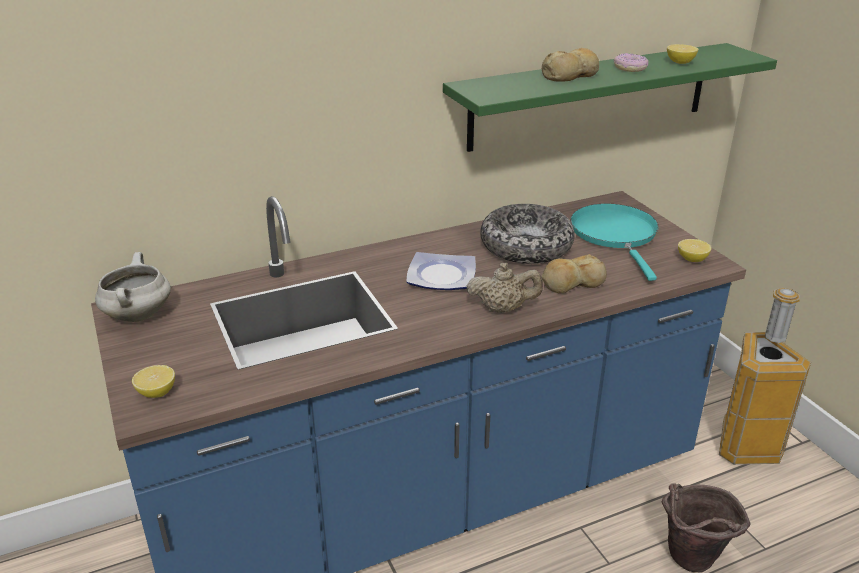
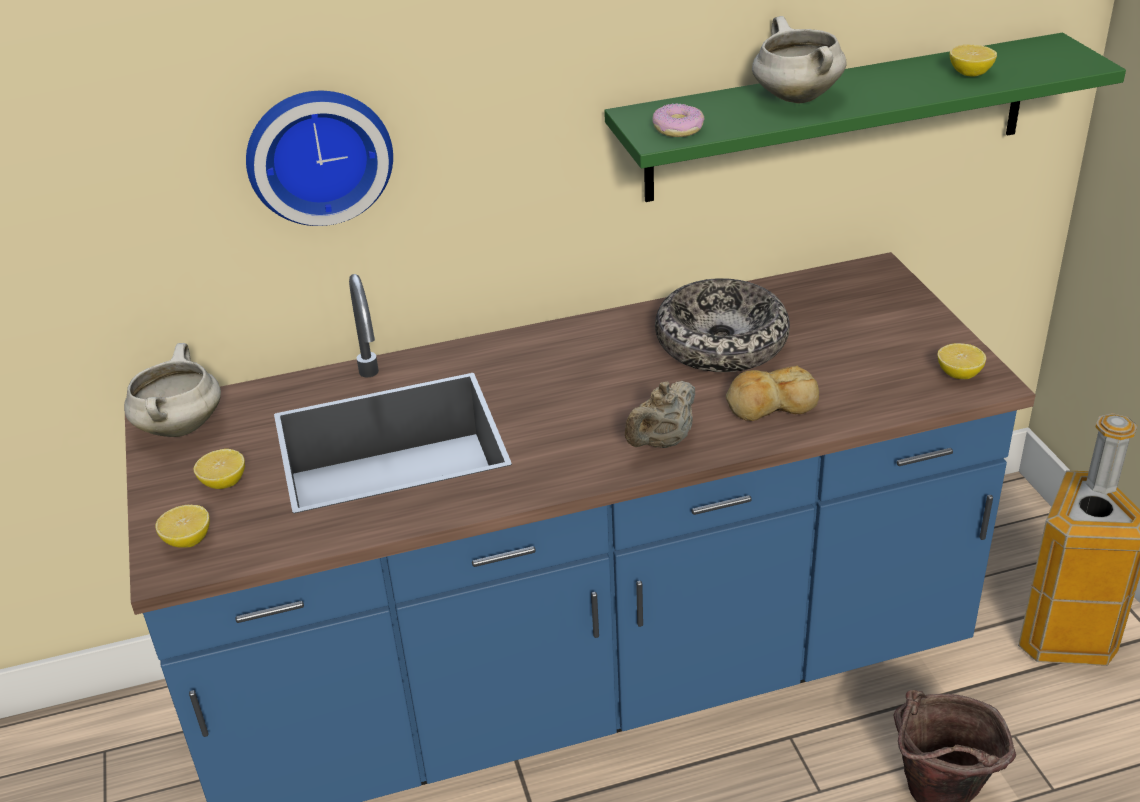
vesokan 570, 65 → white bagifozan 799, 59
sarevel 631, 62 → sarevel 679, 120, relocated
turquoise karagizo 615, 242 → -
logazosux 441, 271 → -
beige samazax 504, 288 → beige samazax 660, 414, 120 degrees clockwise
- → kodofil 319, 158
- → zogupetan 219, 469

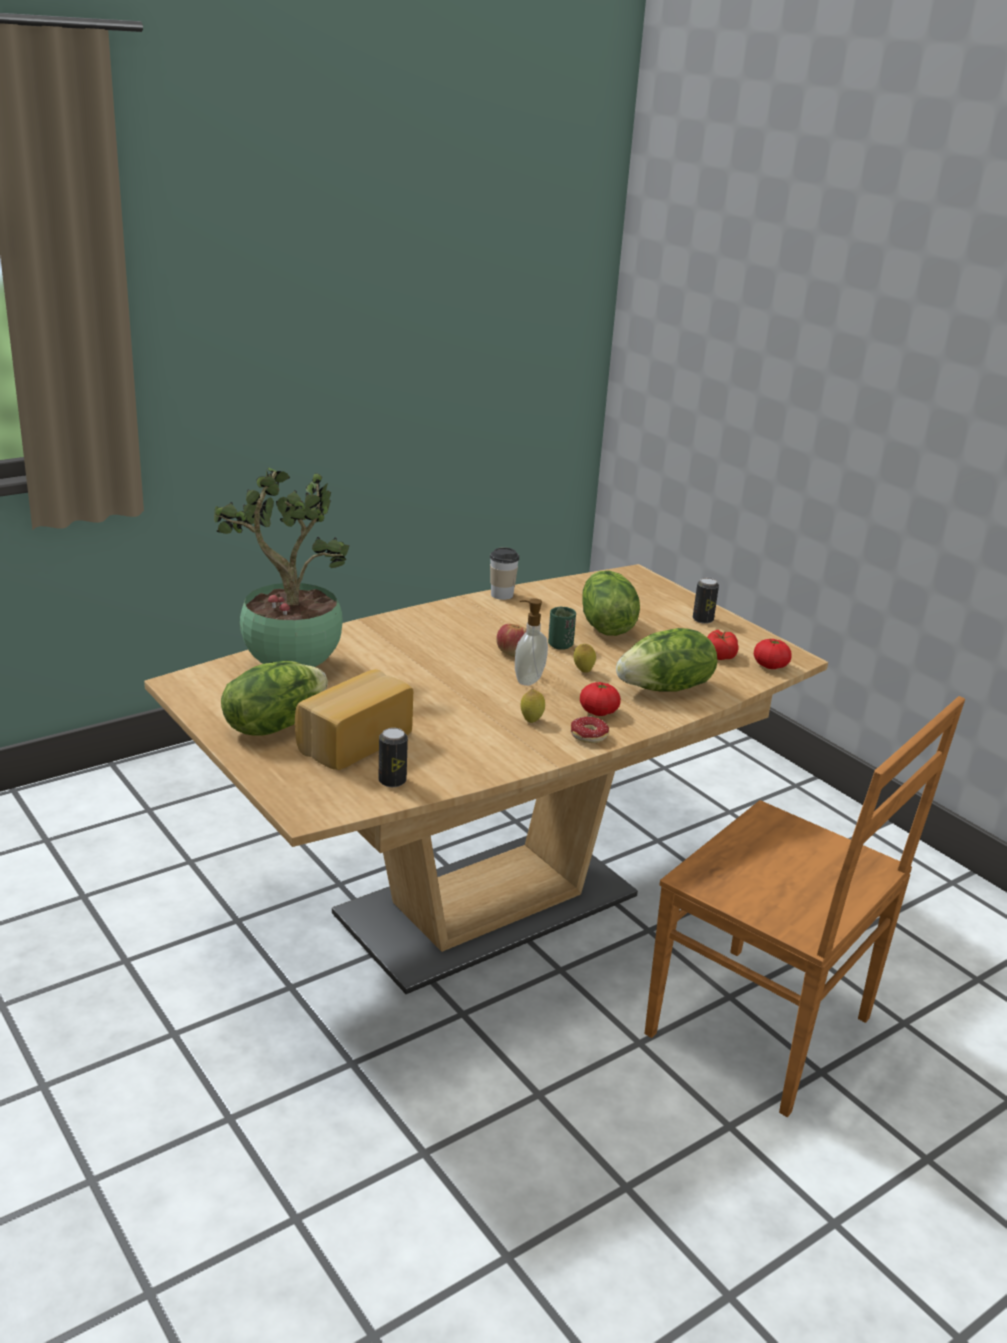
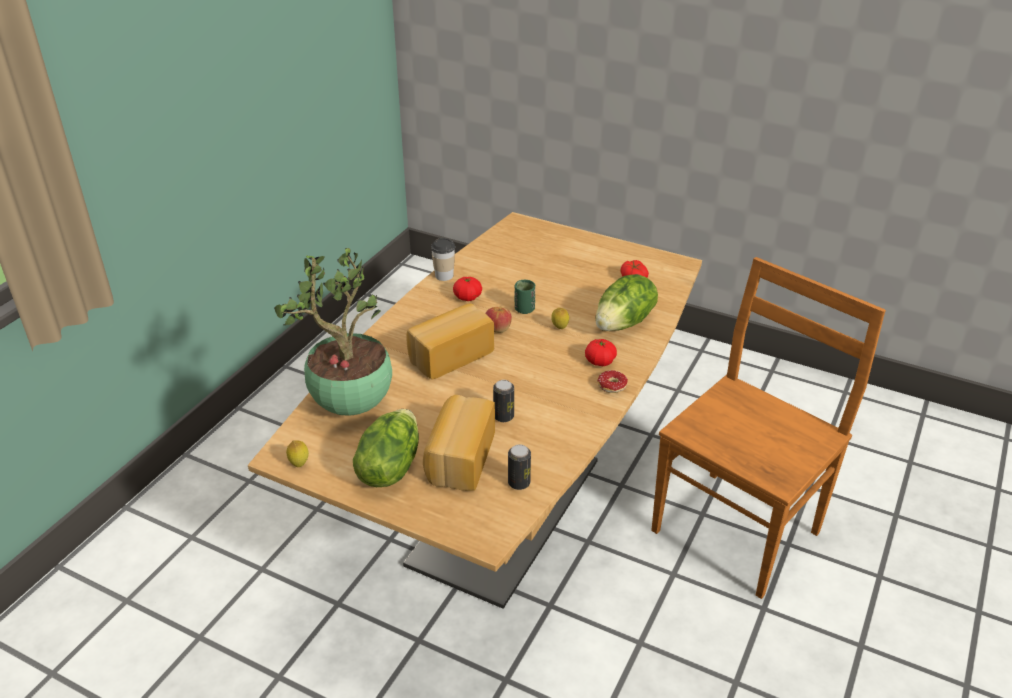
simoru 611, 603 → -
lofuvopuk 706, 601 → lofuvopuk 503, 401, relocated
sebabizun 531, 642 → -
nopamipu 773, 654 → nopamipu 467, 289, relocated
zogupetan 533, 706 → zogupetan 297, 453, relocated
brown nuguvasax 804, 906 → brown nuguvasax 768, 428, 60 degrees counterclockwise
- → vesokan 450, 341

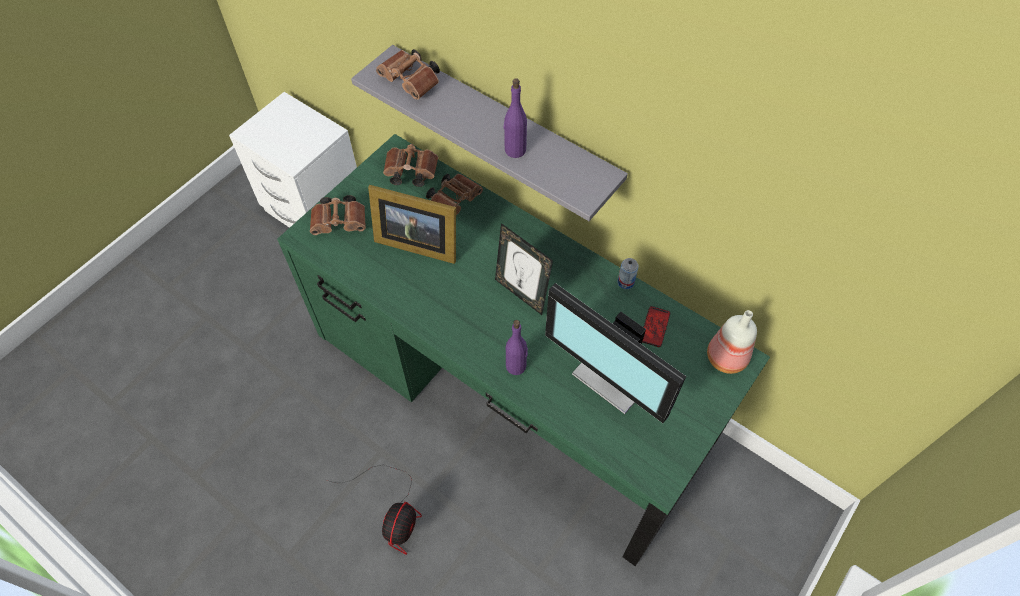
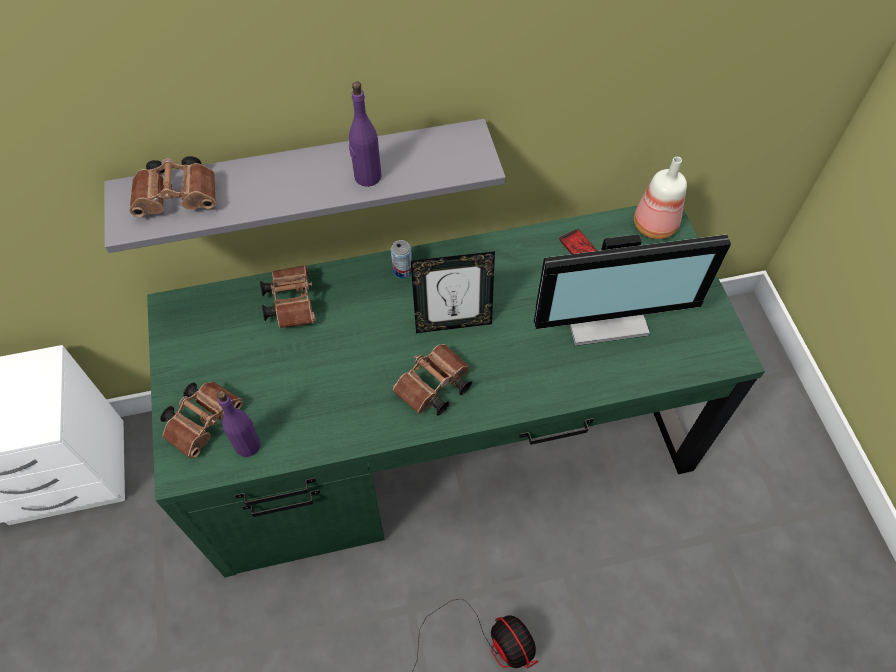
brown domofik 410, 165 → brown domofik 432, 379, relocated
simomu 412, 224 → -
lofuvopuk 628, 273 → lofuvopuk 401, 259, relocated
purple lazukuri 517, 347 → purple lazukuri 239, 424, relocated

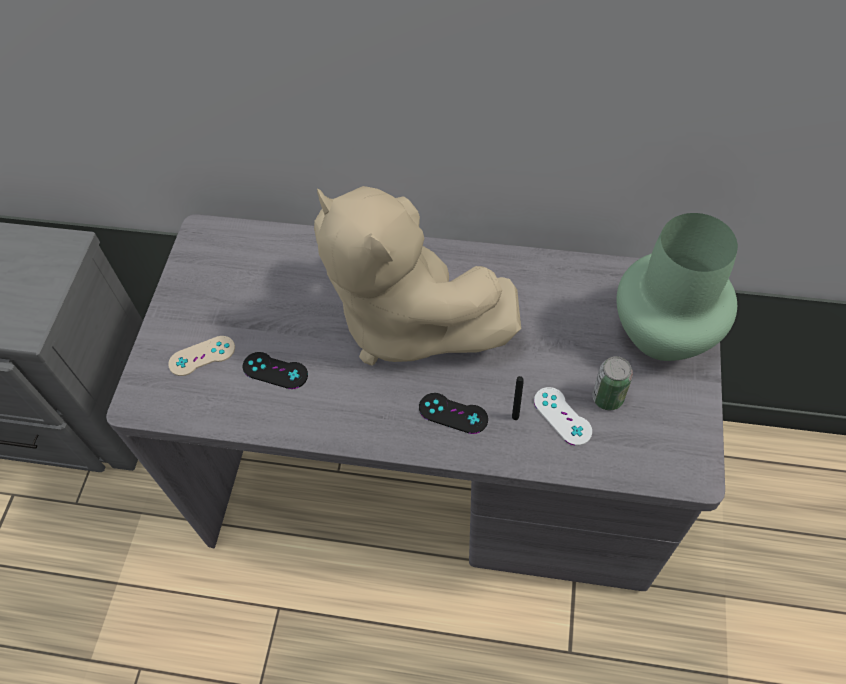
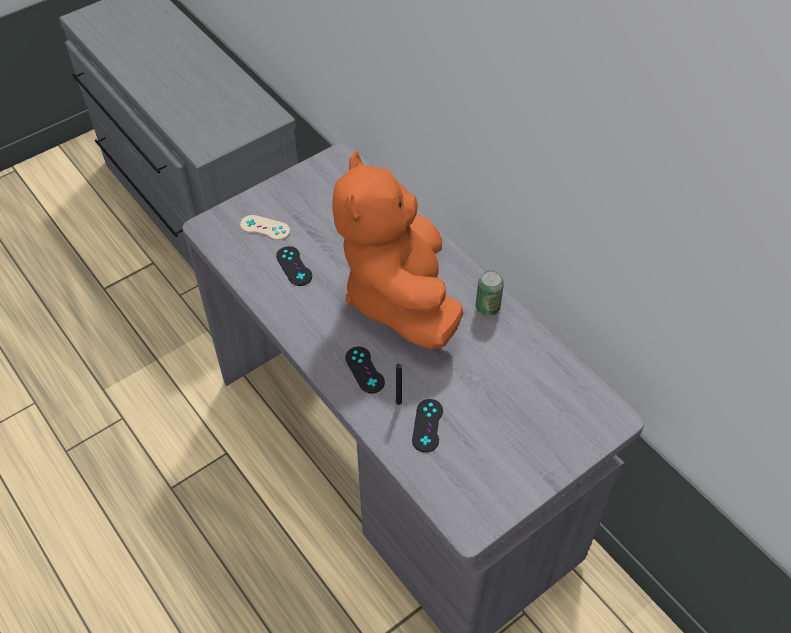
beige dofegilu 417, 276 → orange dofegilu 398, 250
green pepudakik 677, 287 → -
lofuvopuk 612, 383 → lofuvopuk 490, 293, relocated
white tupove 563, 416 → black tupove 427, 426

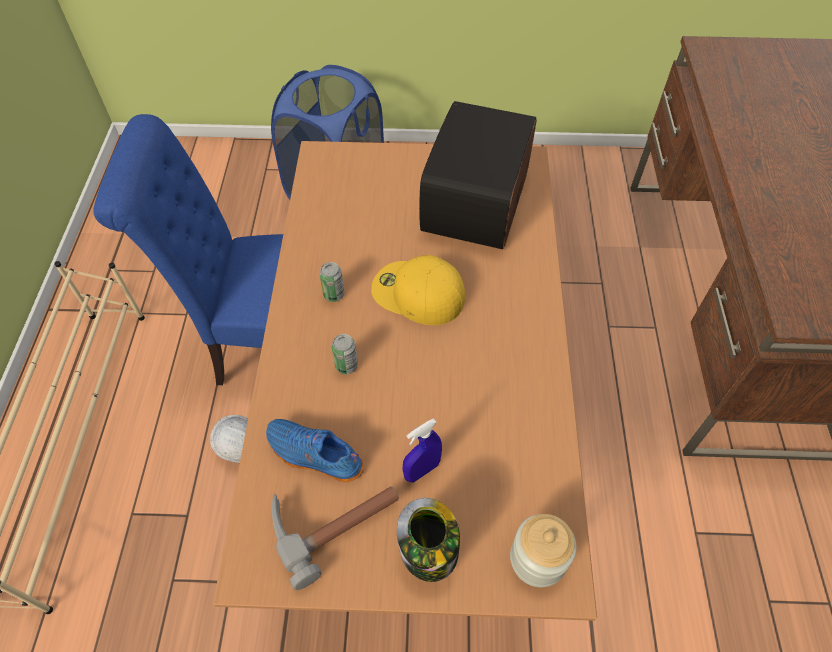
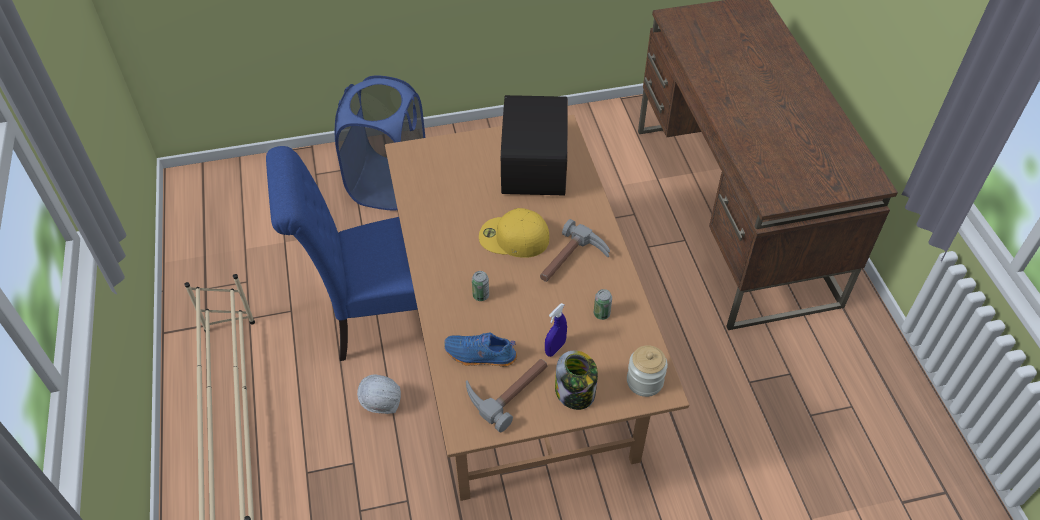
lofuvopuk 332, 282 → lofuvopuk 603, 304, relocated
- → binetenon 575, 250

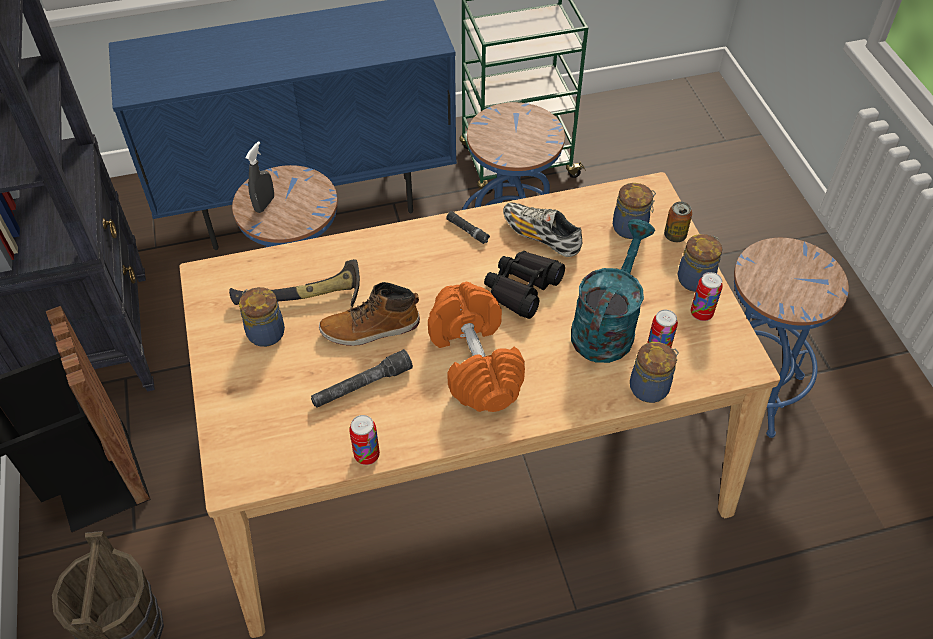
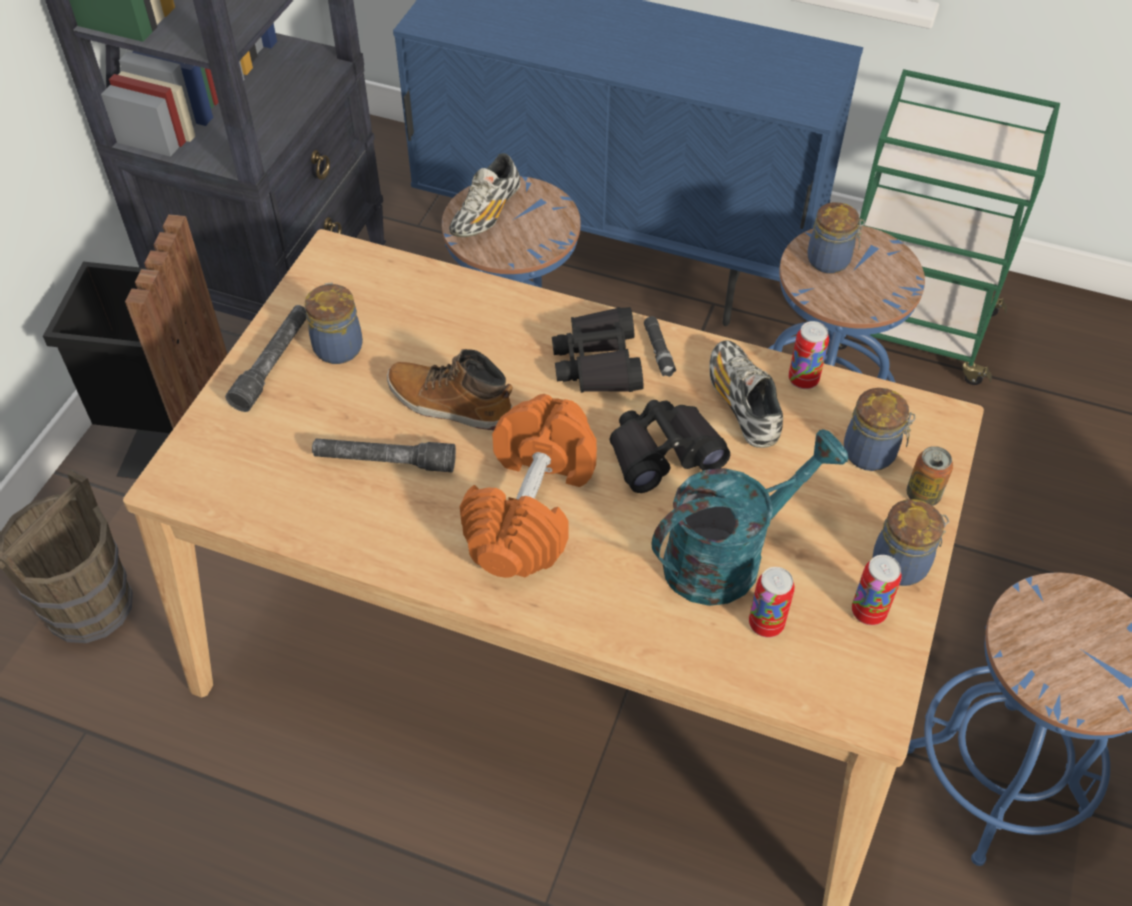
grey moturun 259, 177 → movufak 485, 195
binetenon 294, 283 → -
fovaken 654, 372 → fovaken 836, 237, relocated
lofuvopuk 364, 440 → lofuvopuk 808, 355, relocated
- → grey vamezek 266, 358
- → black domofik 598, 350

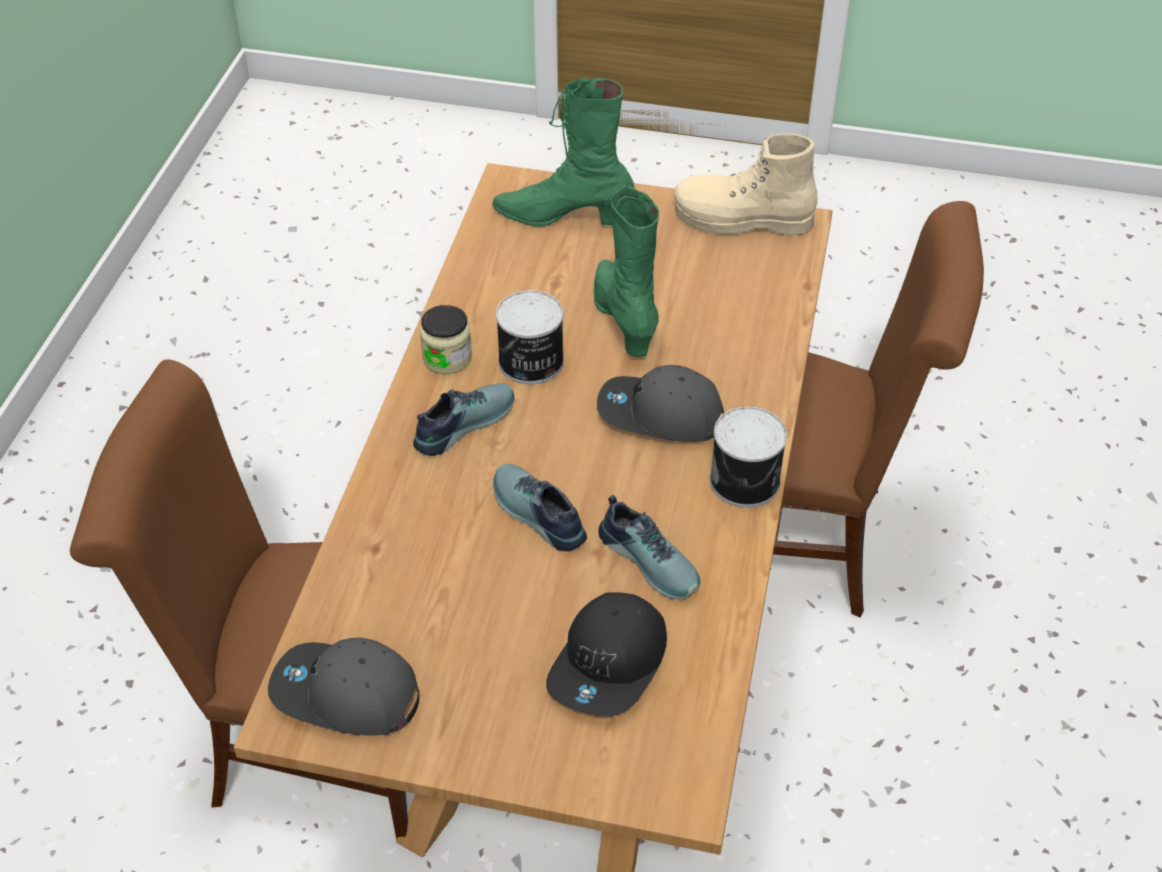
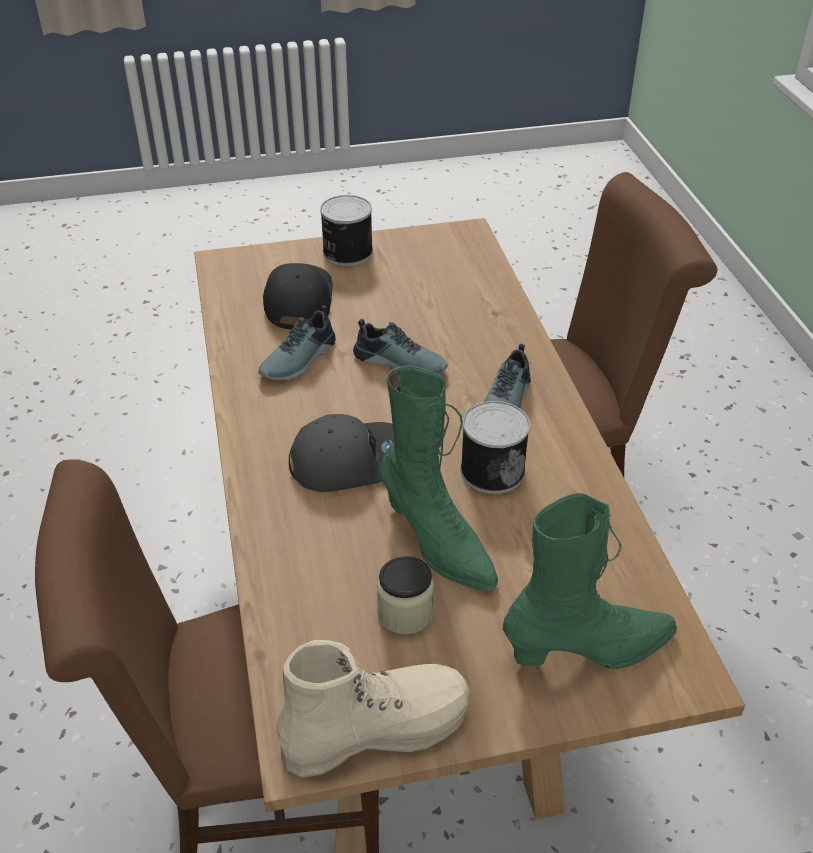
fovaken 446, 339 → fovaken 405, 595, relocated
lofuvopuk 748, 457 → lofuvopuk 346, 230, relocated
movufak 649, 547 → movufak 297, 342, 75 degrees counterclockwise
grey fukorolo 343, 687 → -

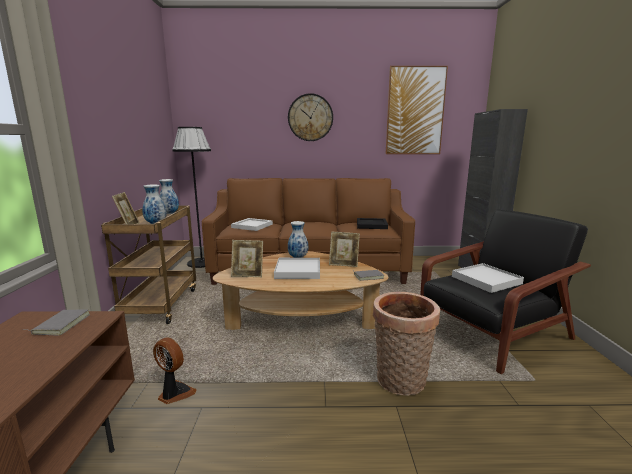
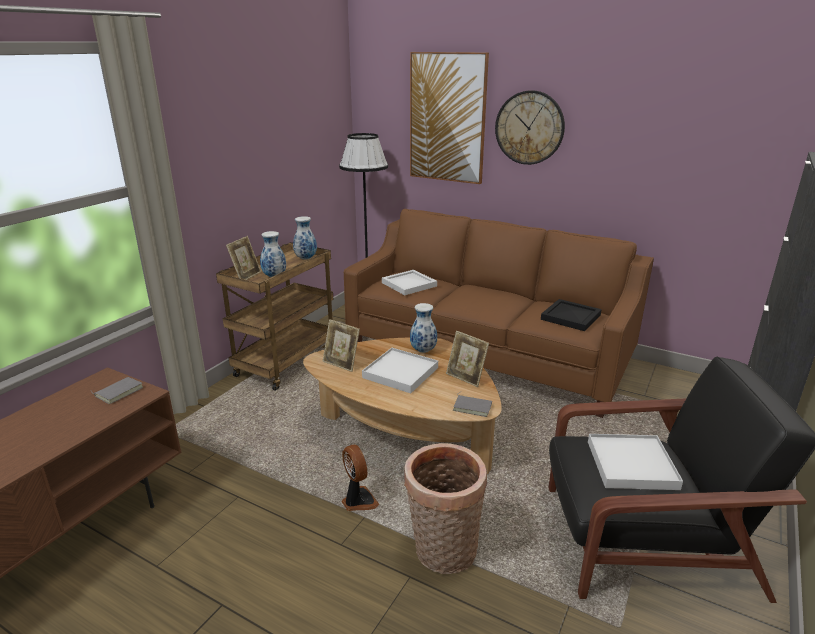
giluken 417, 110 → giluken 449, 118, relocated
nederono 175, 370 → nederono 360, 478, relocated

